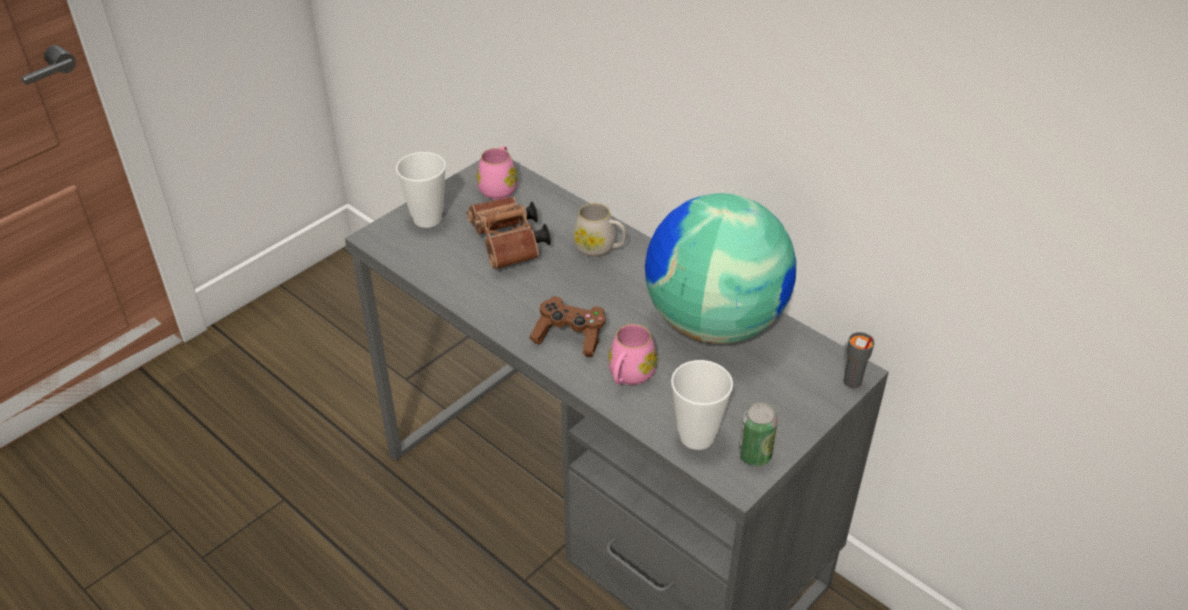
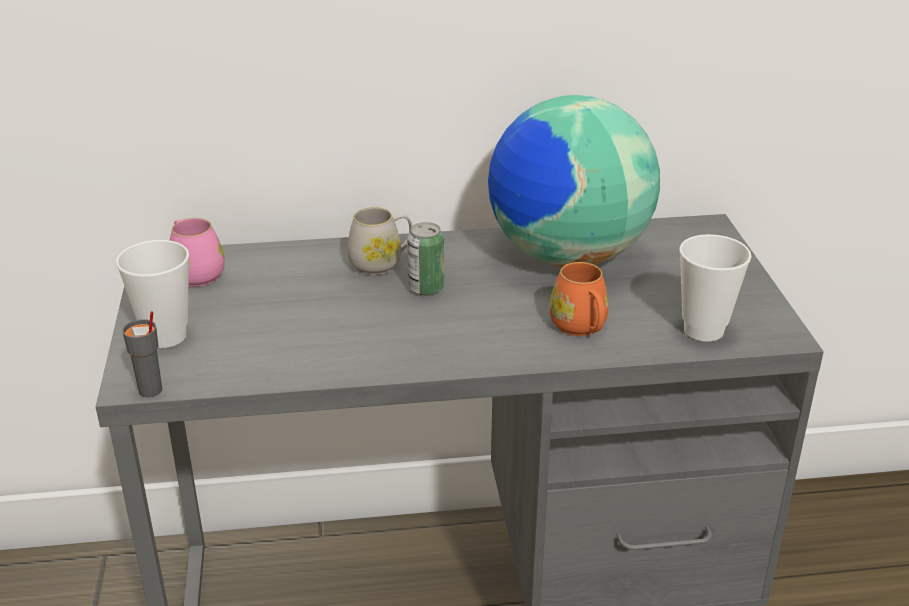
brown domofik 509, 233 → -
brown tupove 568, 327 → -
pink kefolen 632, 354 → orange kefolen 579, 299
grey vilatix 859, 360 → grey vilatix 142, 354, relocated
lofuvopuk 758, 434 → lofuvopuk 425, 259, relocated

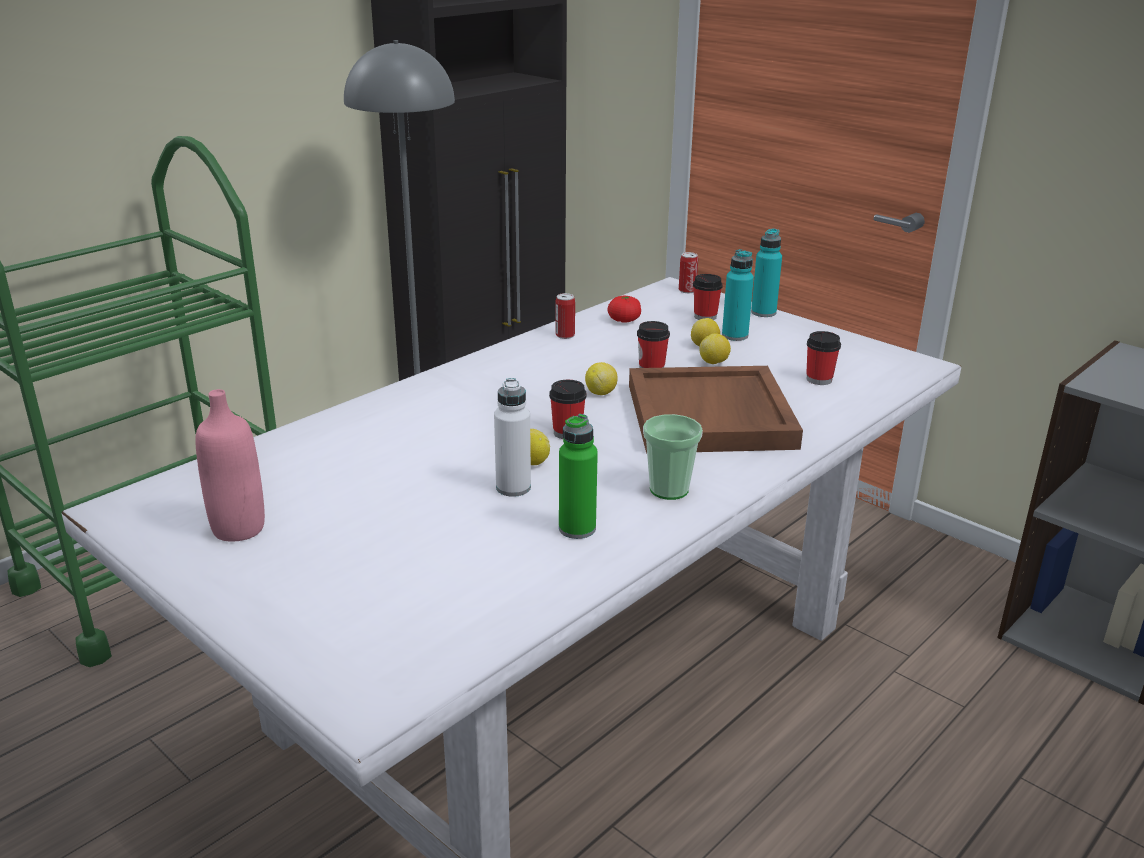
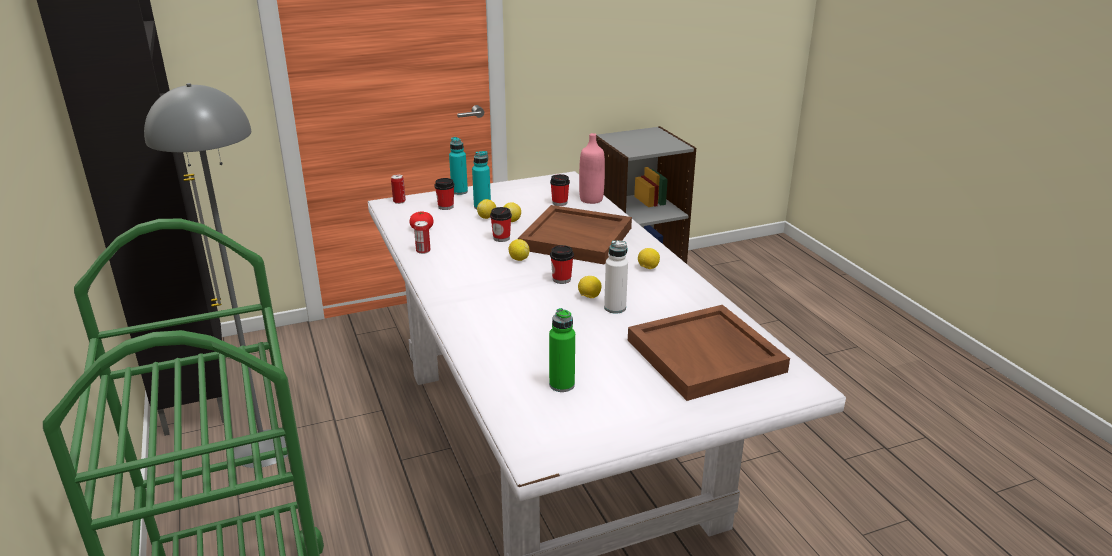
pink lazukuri 230, 465 → pink lazukuri 592, 168, relocated
green lazukuri 578, 476 → green lazukuri 562, 350, relocated
vilatix 673, 457 → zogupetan 649, 258
- → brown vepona 709, 353

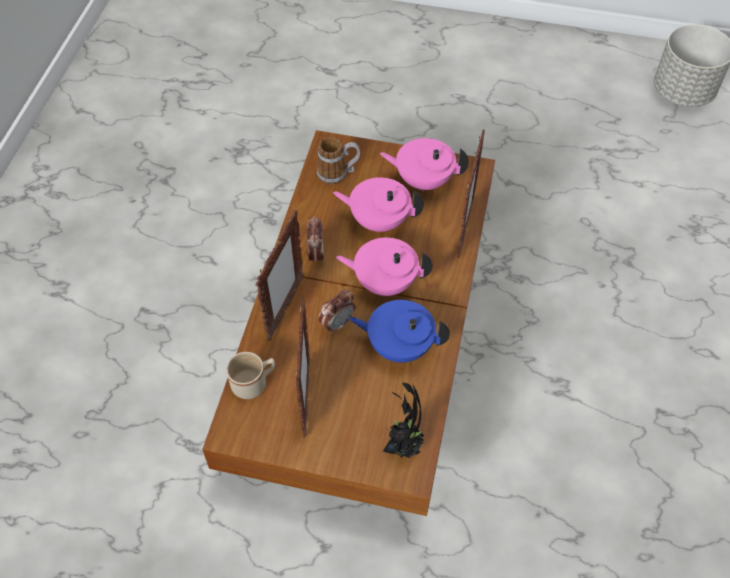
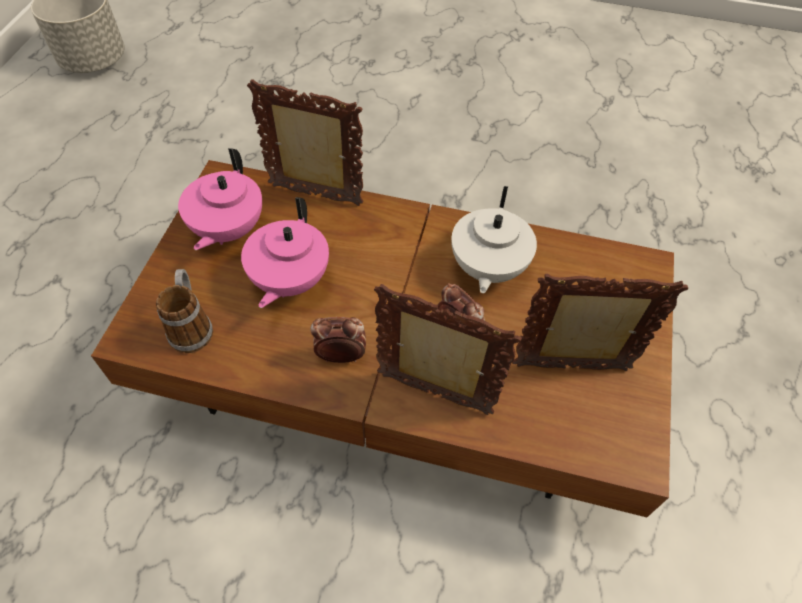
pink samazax 384, 266 → -
blue samazax 399, 331 → white samazax 494, 239
beige kefolen 250, 375 → -
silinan 403, 420 → -

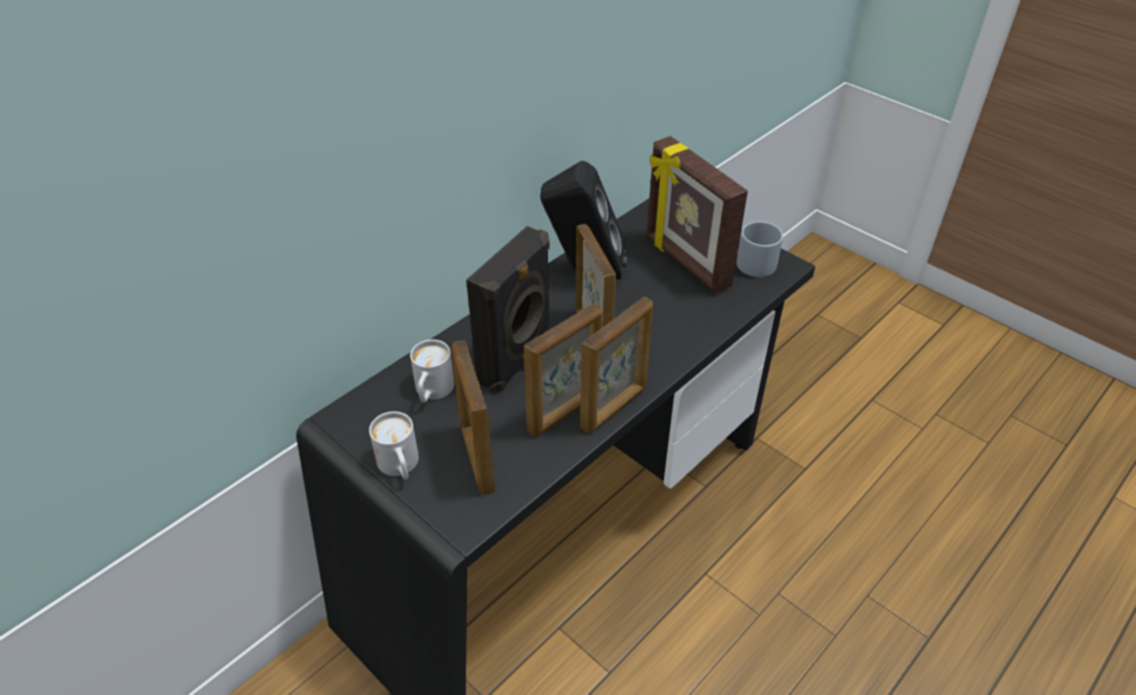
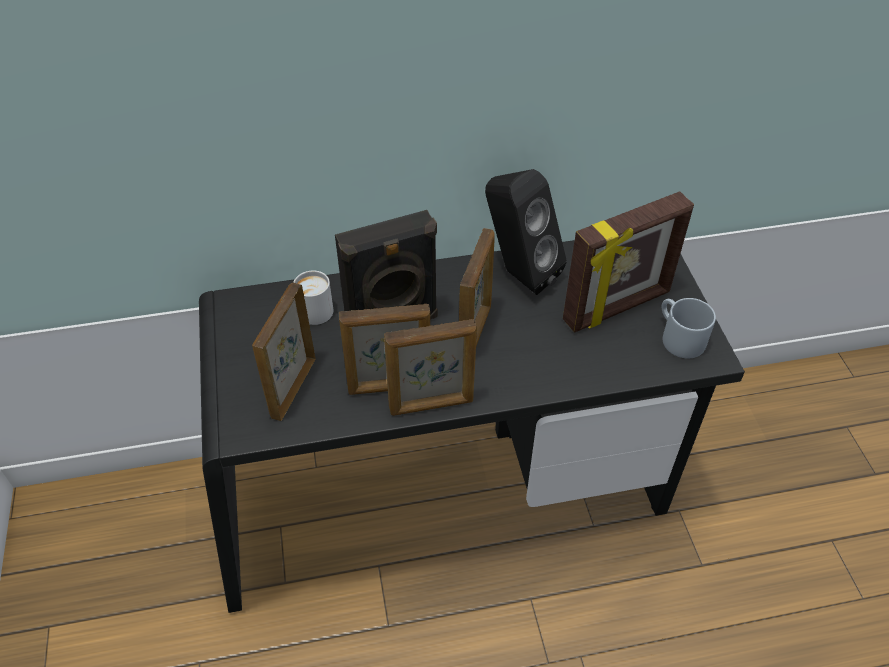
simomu 697, 215 → simomu 628, 262, 120 degrees counterclockwise
white kefolen 394, 445 → -

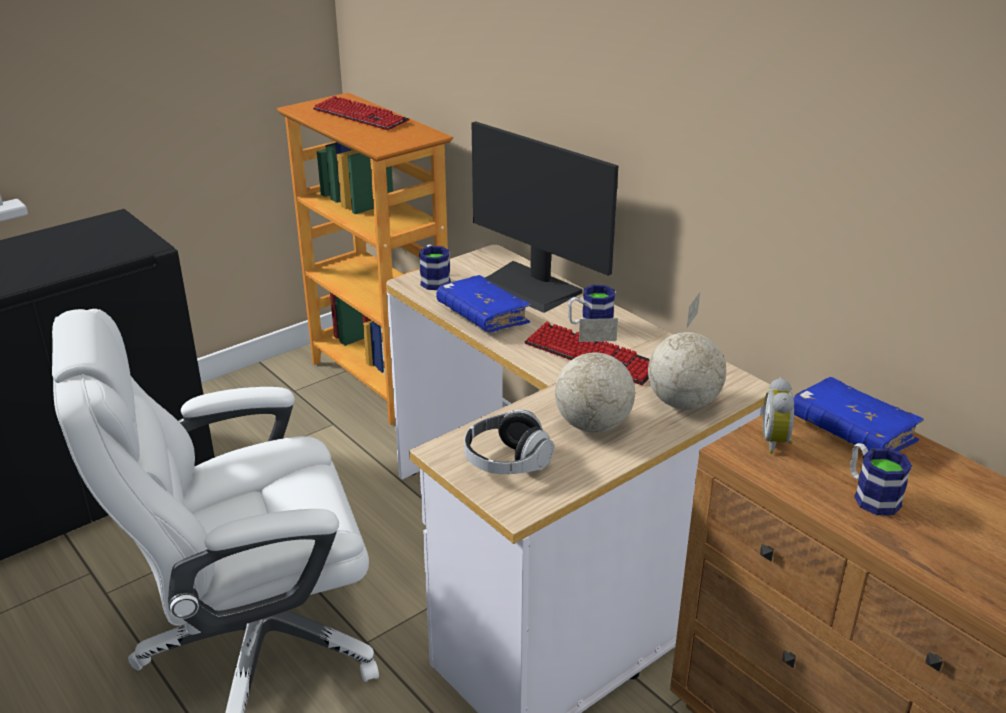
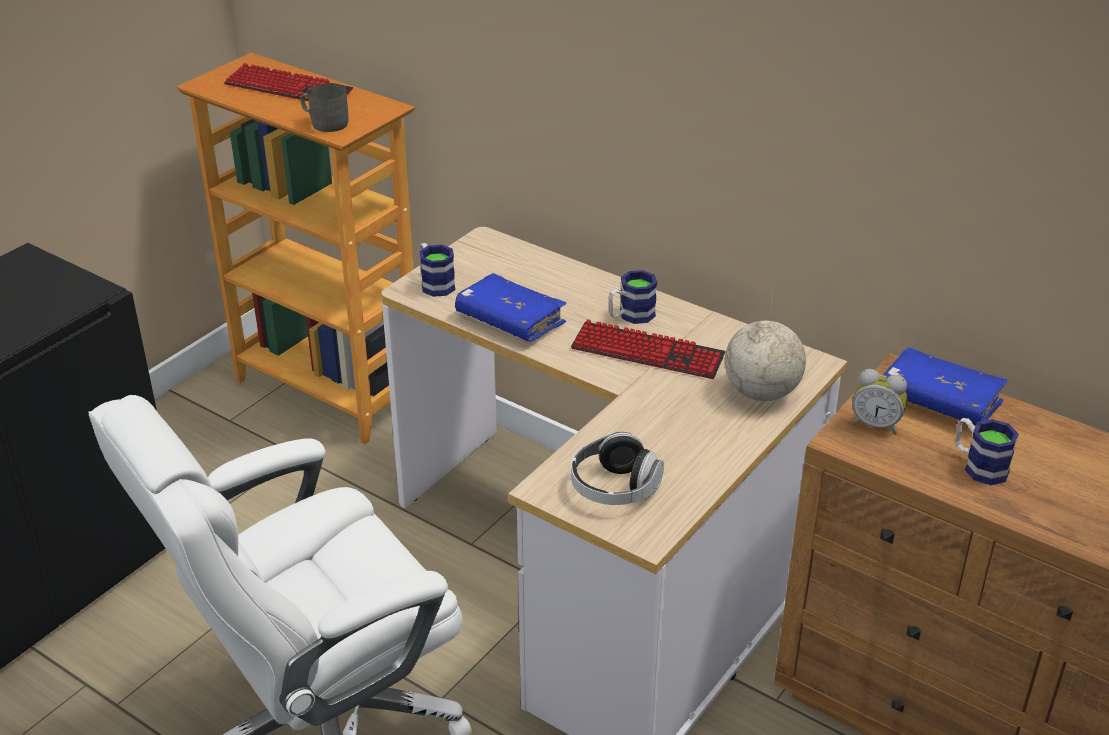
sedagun 545, 217 → -
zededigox 595, 375 → -
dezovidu 779, 415 → dezovidu 879, 402, 60 degrees counterclockwise
- → grey kefolen 325, 107

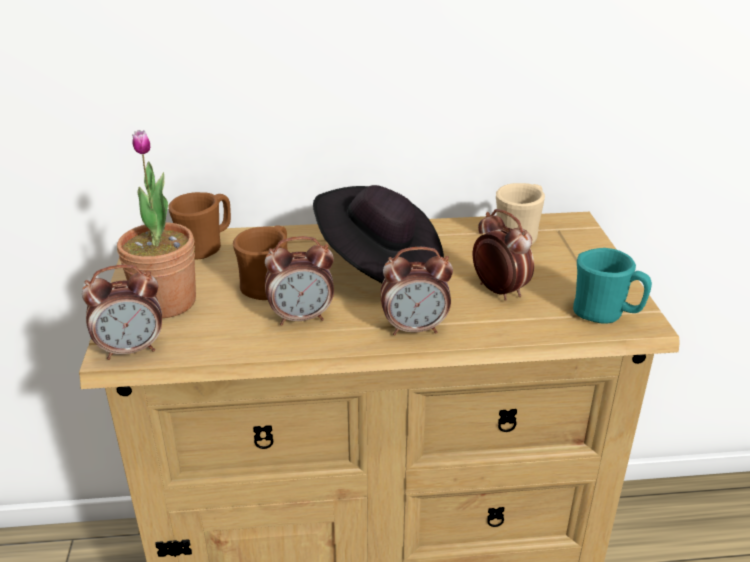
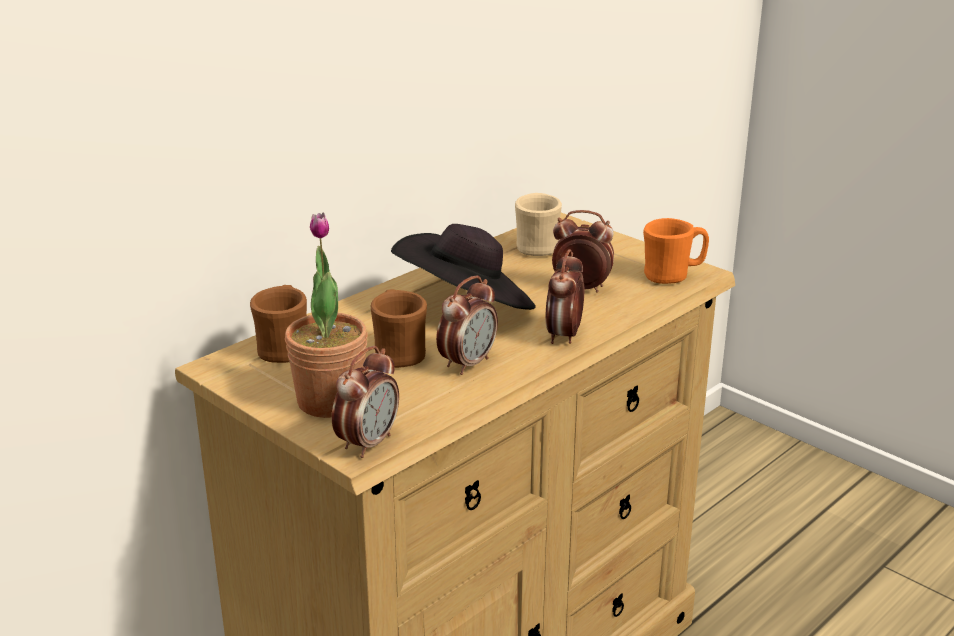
dezovidu 417, 291 → dezovidu 564, 296, 150 degrees clockwise
turquoise kefolen 612, 286 → orange kefolen 676, 251

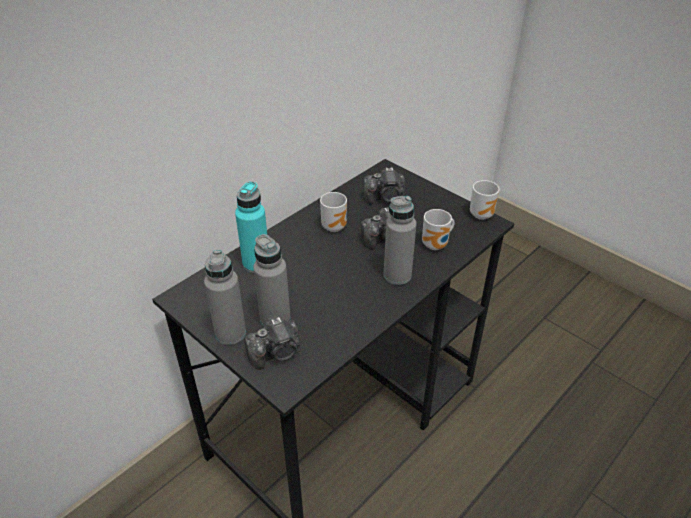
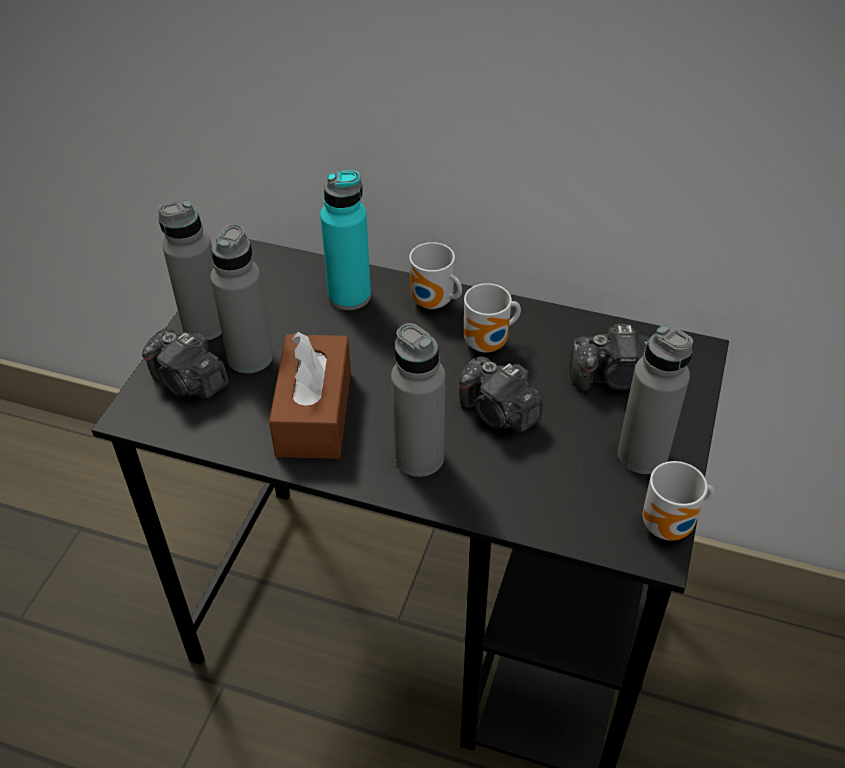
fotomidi 384, 186 → fotomidi 610, 358, 60 degrees counterclockwise
kefolen 438, 229 → kefolen 435, 275, relocated
- → grey lazukuri 655, 399
- → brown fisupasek 310, 395

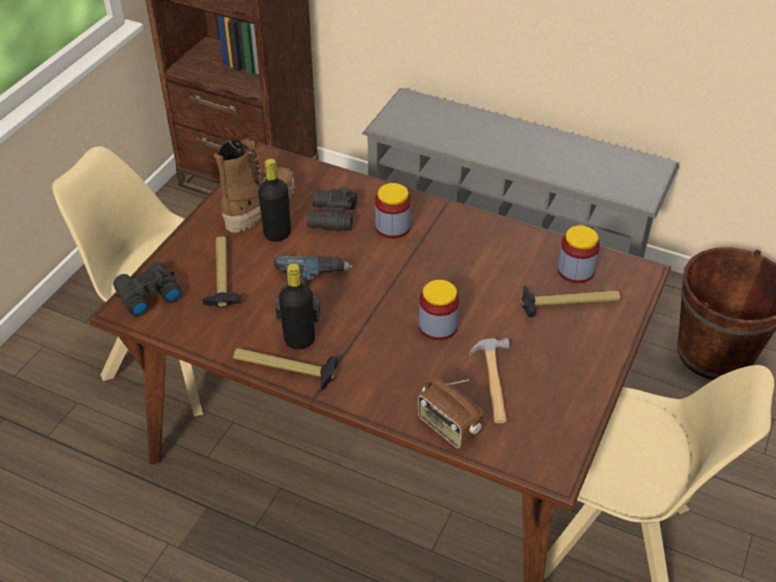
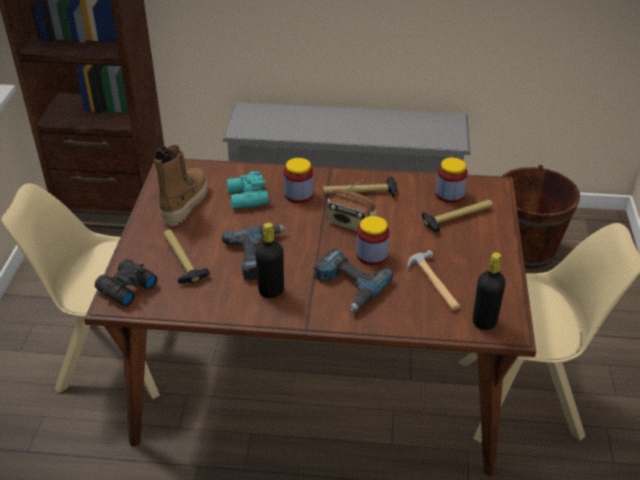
black lazukuri 274, 200 → black lazukuri 489, 291, relocated
black domofik 332, 209 → turquoise domofik 247, 190
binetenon 285, 369 → binetenon 360, 187, relocated
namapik 450, 413 → namapik 351, 205, relocated
- → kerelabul 353, 279

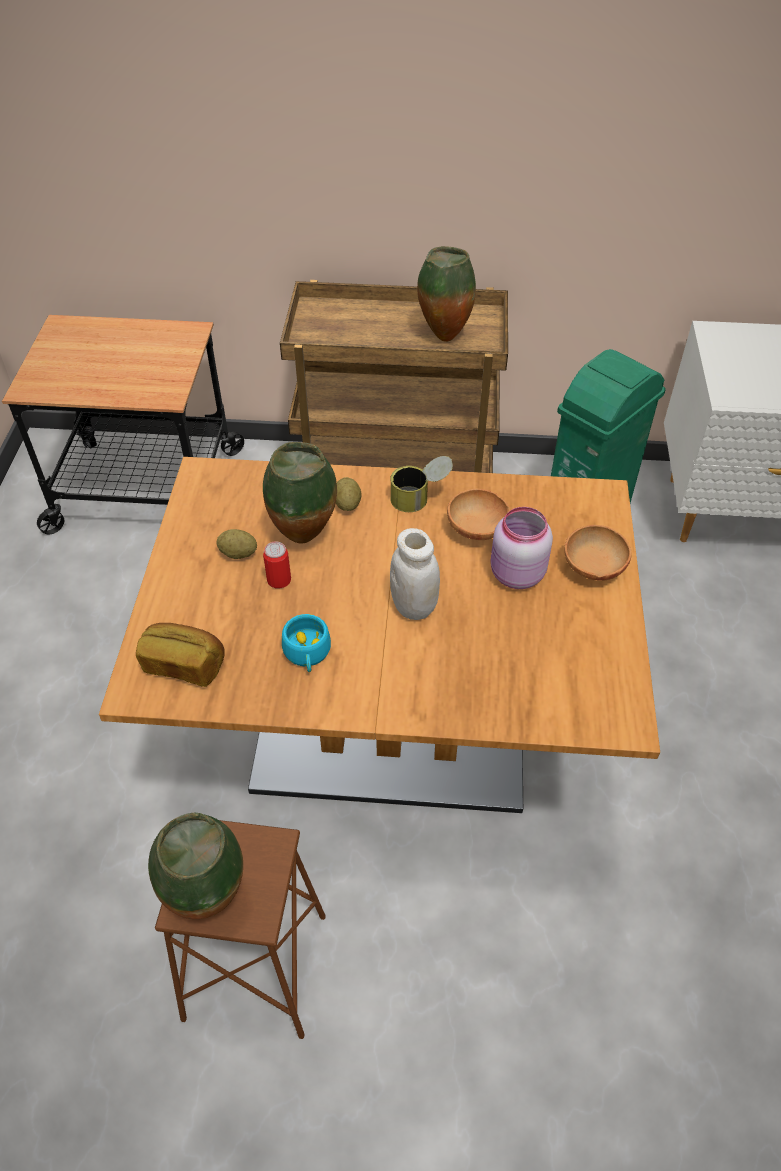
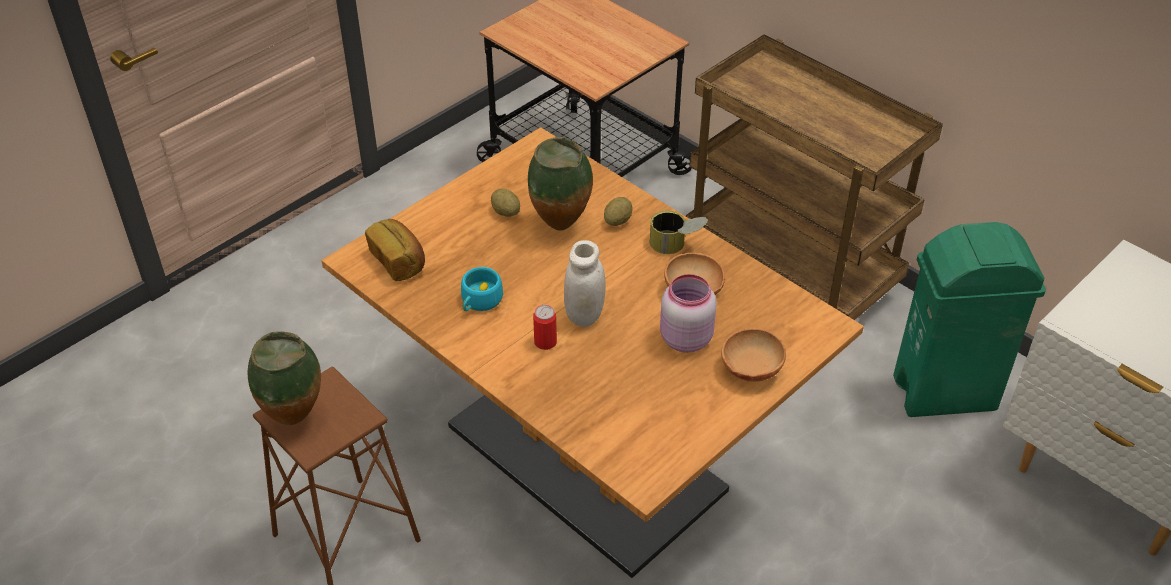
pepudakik 446, 294 → -
lofuvopuk 277, 565 → lofuvopuk 545, 327, relocated

